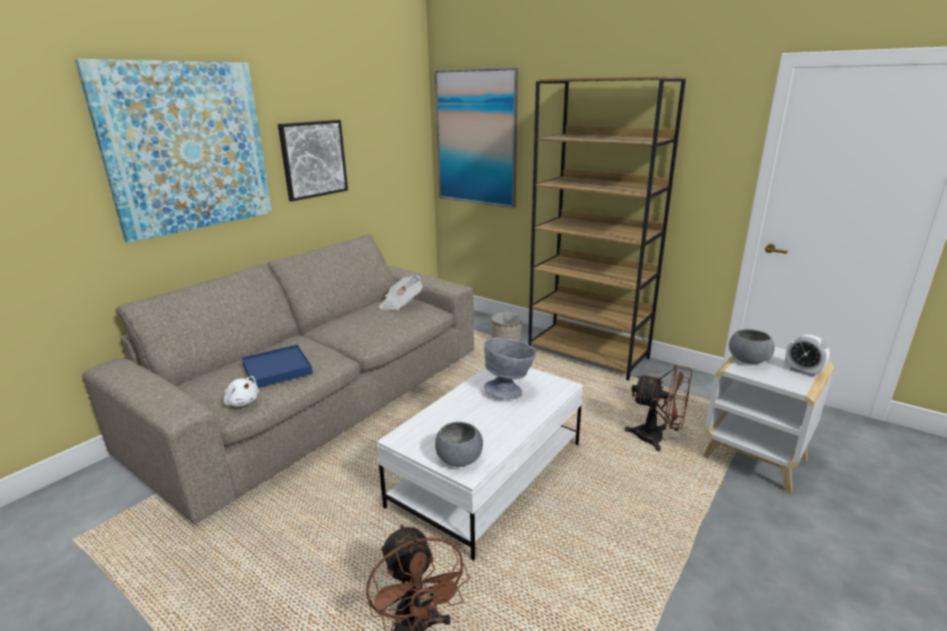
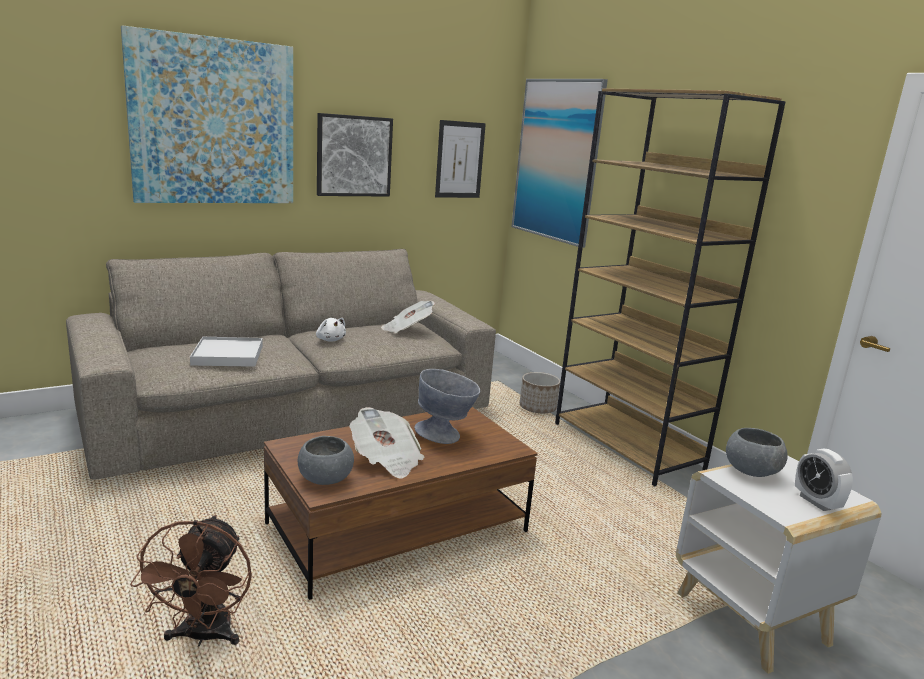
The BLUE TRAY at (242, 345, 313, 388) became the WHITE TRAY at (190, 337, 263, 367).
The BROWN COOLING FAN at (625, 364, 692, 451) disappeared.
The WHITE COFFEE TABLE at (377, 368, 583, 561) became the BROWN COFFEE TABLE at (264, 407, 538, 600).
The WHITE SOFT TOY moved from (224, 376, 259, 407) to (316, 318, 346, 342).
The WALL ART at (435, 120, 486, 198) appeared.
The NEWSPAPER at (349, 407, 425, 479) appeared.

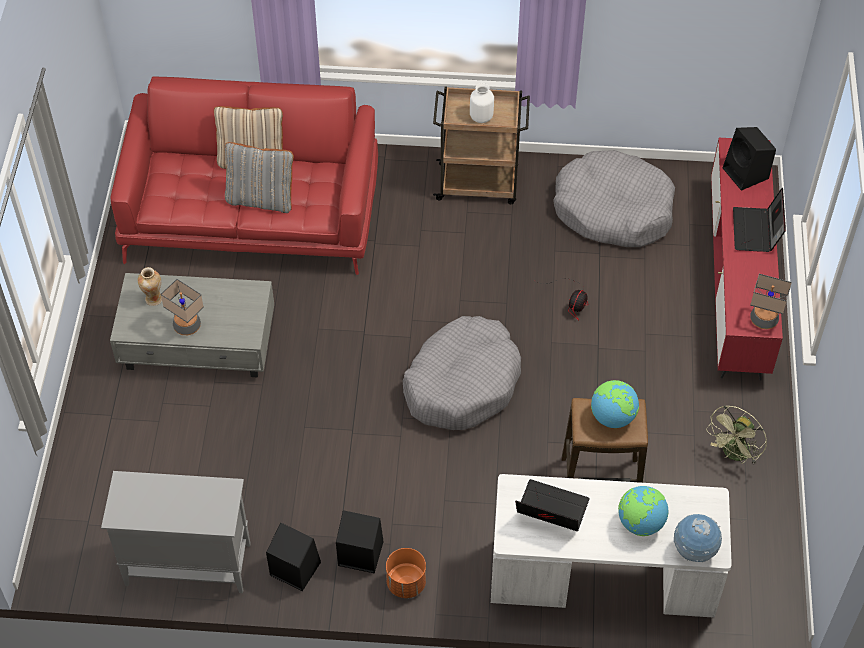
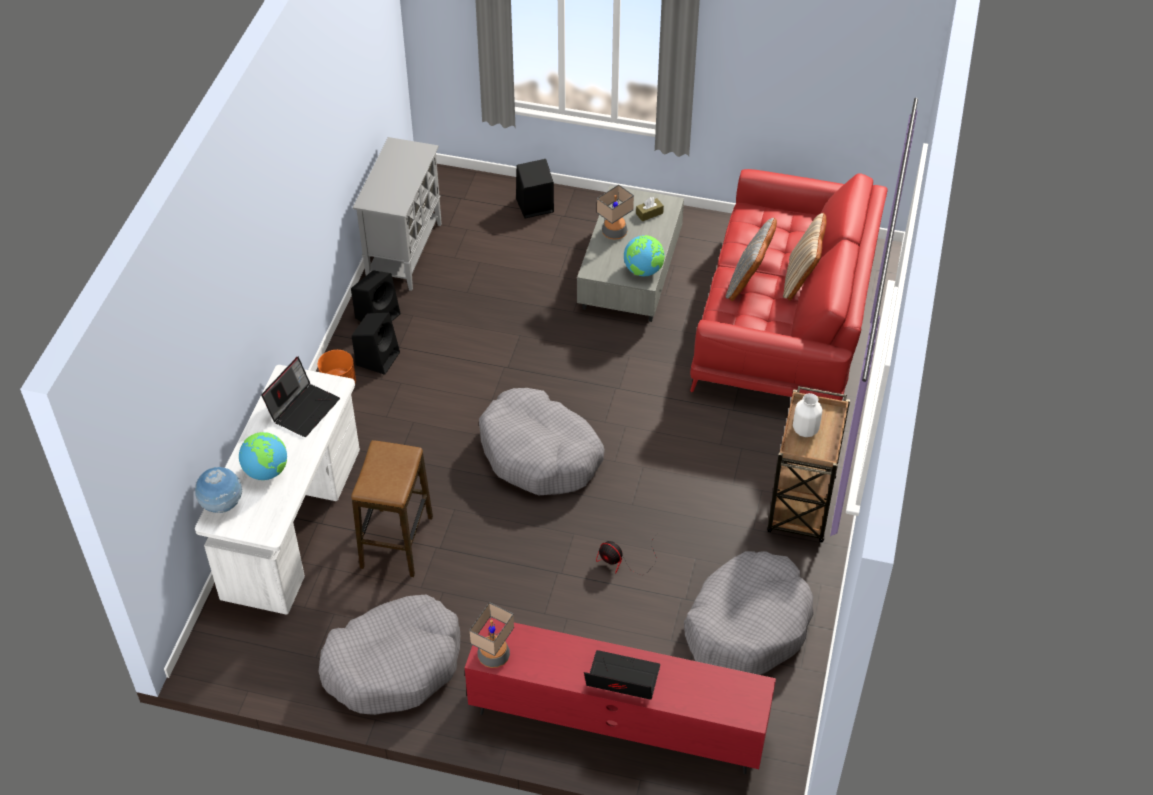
The BLACK LOUDSPEAKER moved from (723, 127, 776, 191) to (516, 159, 554, 218).
The DECORATIVE VASE at (138, 267, 162, 306) was replaced by the BROWN TISSUE HOLDER at (636, 197, 664, 221).
The GLOBE moved from (591, 380, 639, 428) to (624, 235, 665, 276).
The GREENISH COOLING FAN at (706, 405, 767, 464) was replaced by the GREY DOG CUSHION at (318, 595, 460, 715).

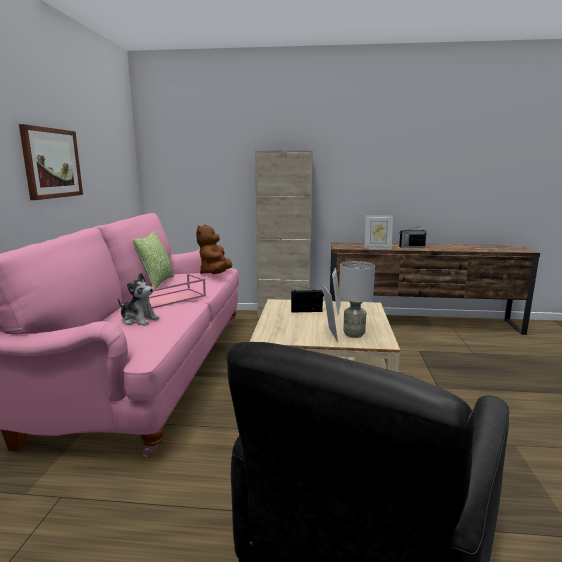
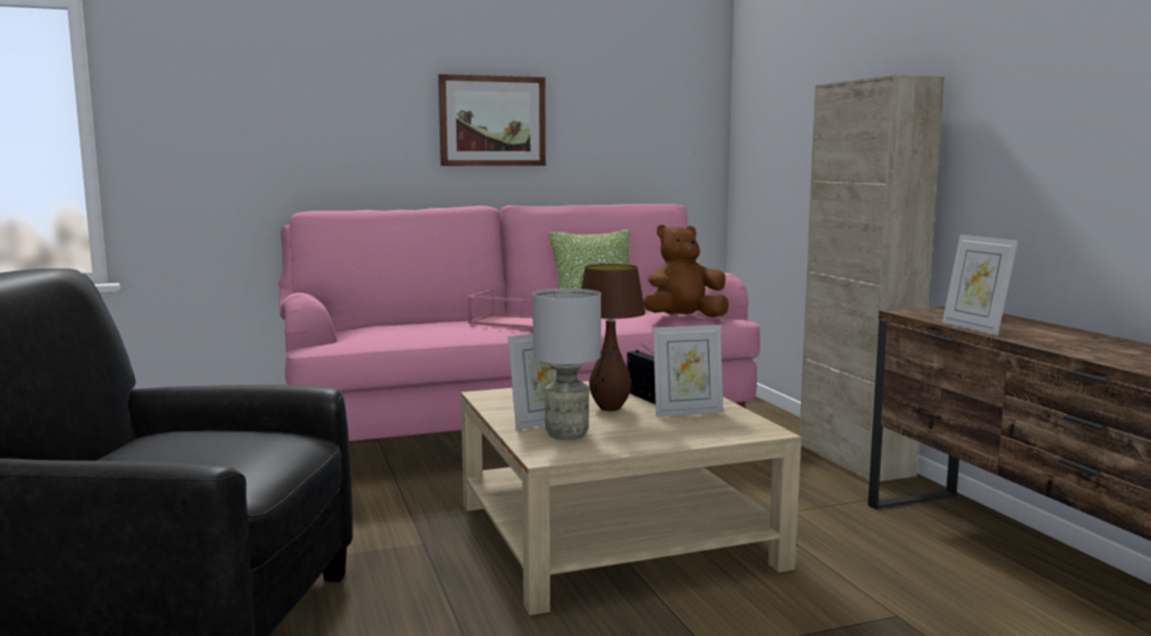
The RADIO at (399, 226, 427, 248) disappeared.
The SOFT TOY at (118, 273, 159, 326) disappeared.
The BROWN TABLE LAMP at (581, 264, 646, 411) appeared.

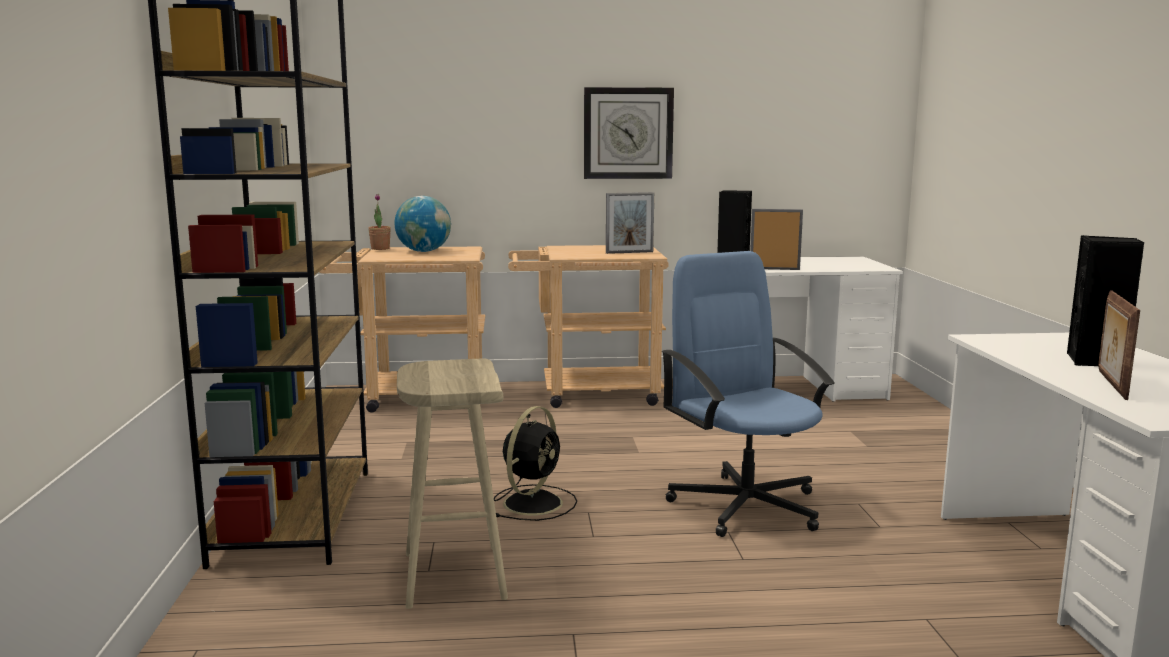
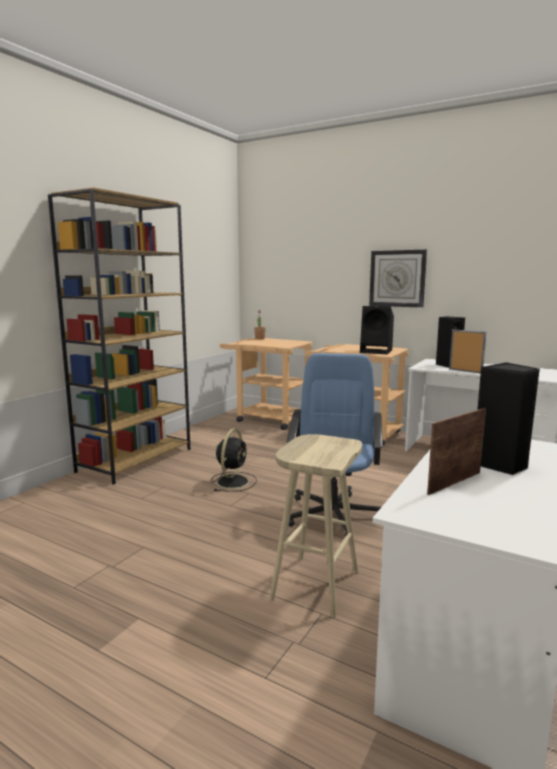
The STANDING FRAME at (606, 192, 654, 254) was replaced by the BLACK LOUDSPEAKER at (360, 306, 394, 354).
The GLOBE at (394, 196, 451, 252) disappeared.
The BEIGE STOOL moved from (397, 359, 508, 609) to (270, 434, 362, 618).
The BLACK COOLING FAN at (494, 406, 577, 521) turned 45 degrees counterclockwise.

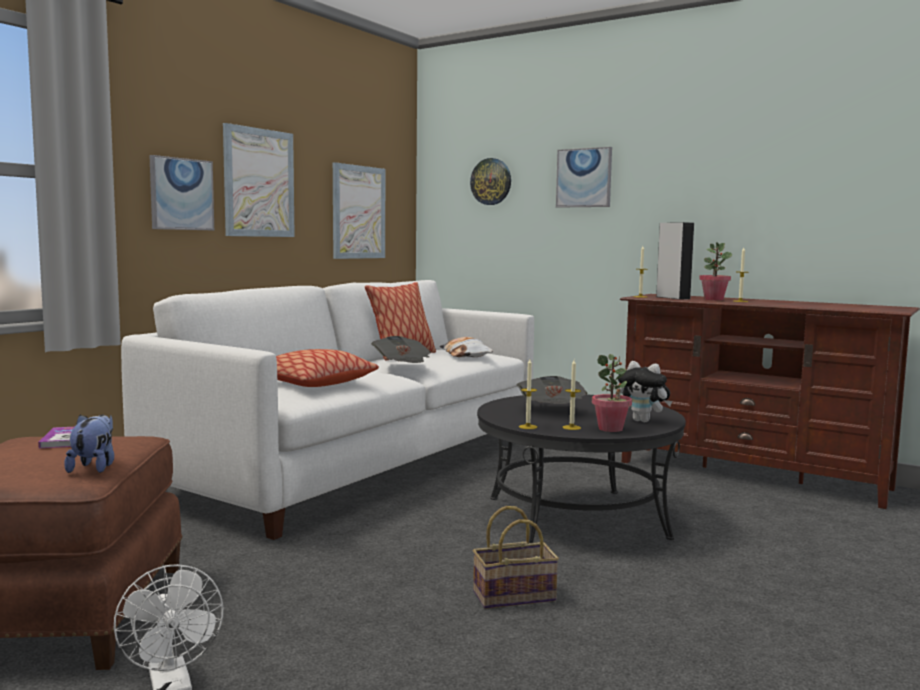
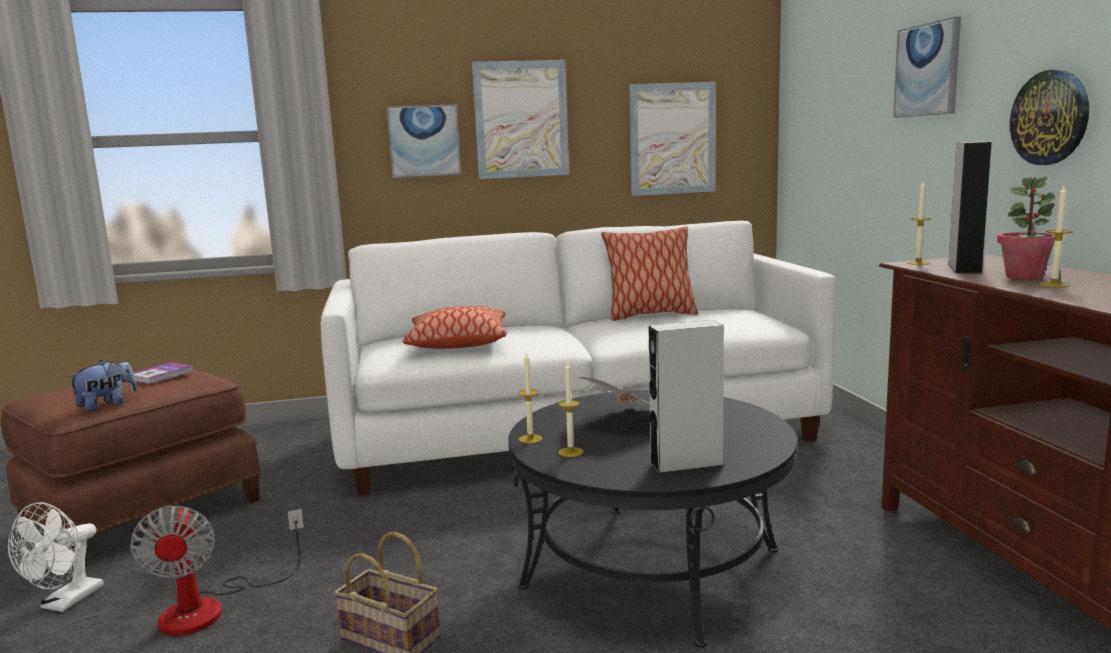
The CLOCK ON THE WALL moved from (470, 158, 511, 205) to (1010, 70, 1089, 165).
The NEWSPAPER at (371, 336, 431, 363) disappeared.
The CUSHION at (439, 337, 493, 357) disappeared.
The POTTED PLANT at (592, 354, 632, 432) disappeared.
The SOFT TOY at (618, 361, 672, 422) was replaced by the GREY LOUDSPEAKER at (649, 320, 725, 474).
The COOLING FAN at (130, 506, 304, 636) appeared.

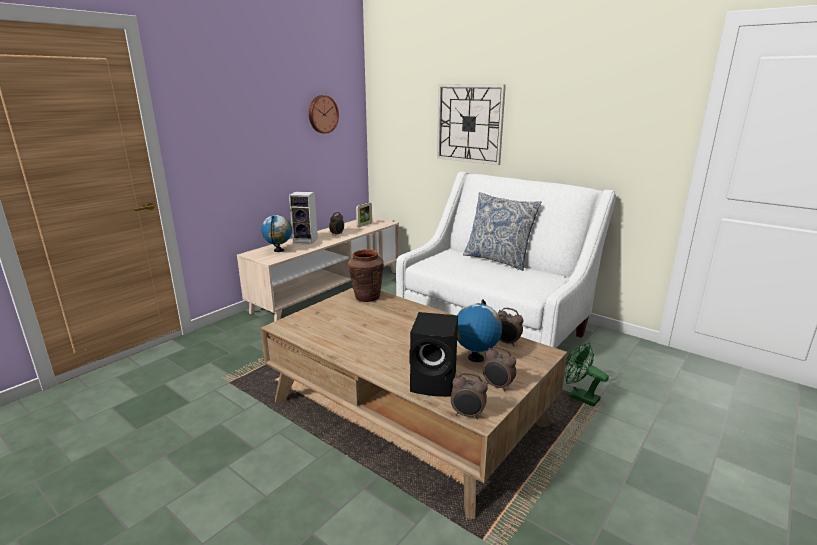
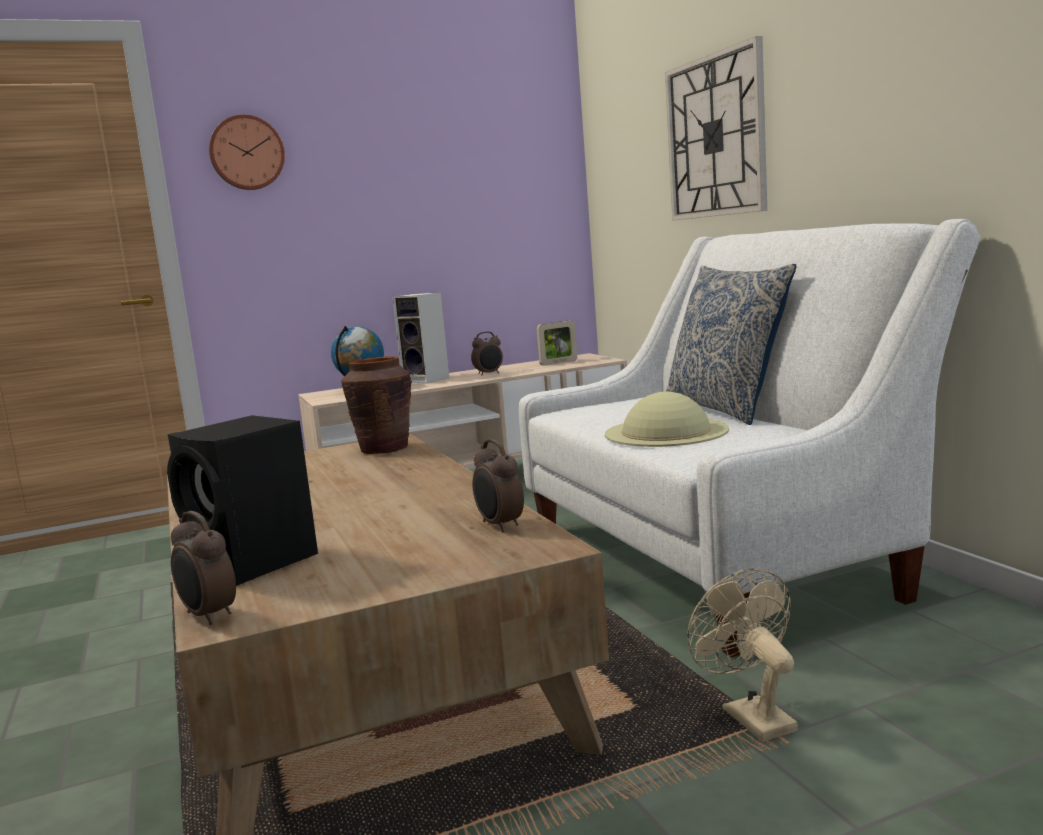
The CLOCK ON THE WALL moved from (309, 95, 339, 134) to (209, 114, 285, 190).
The GLOBE at (457, 299, 502, 362) disappeared.
The GREENISH COOLING FAN at (564, 343, 609, 407) became the BEIGE COOLING FAN at (687, 568, 798, 742).
The TABLE CLOCK at (482, 346, 516, 391) disappeared.
The BEIGE CLOTHING HAT at (605, 391, 729, 447) appeared.

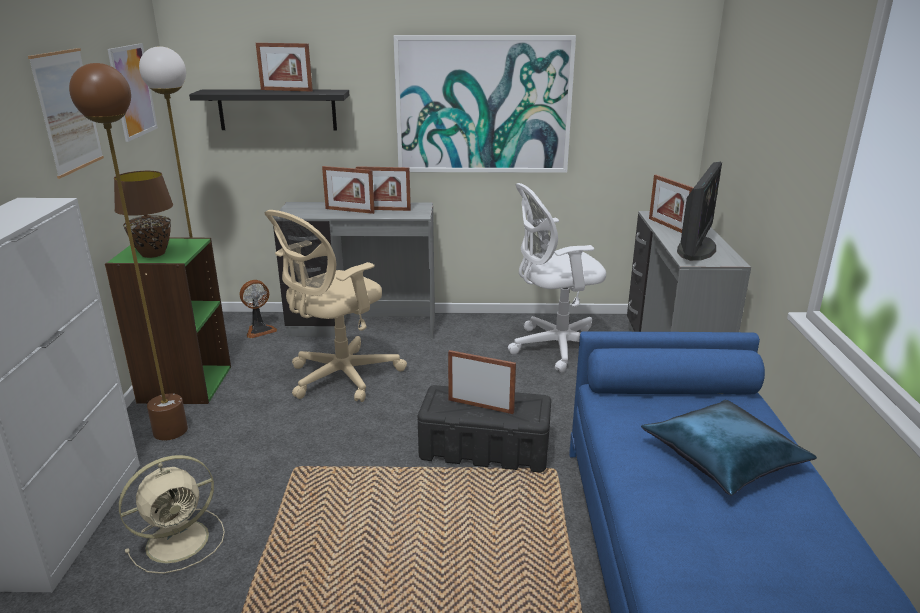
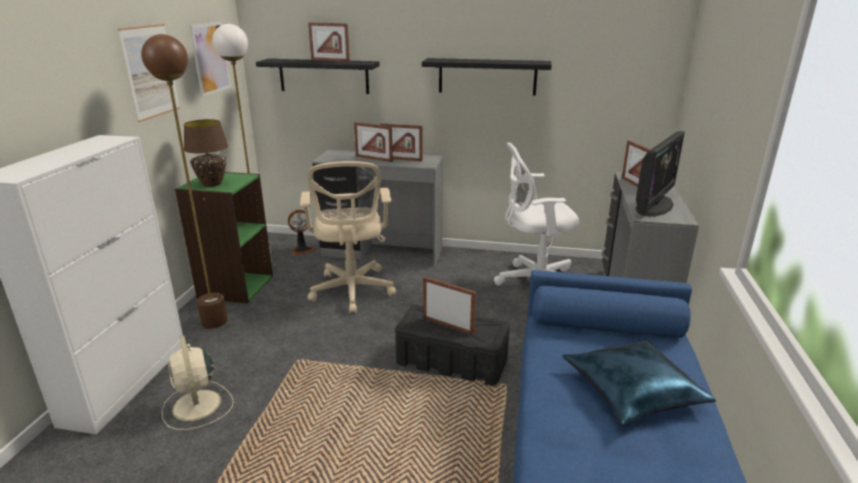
The WALL ART at (393, 35, 576, 173) was replaced by the BLACK WALL SHELF at (422, 58, 552, 96).
The BEIGE DESK CHAIR at (265, 210, 407, 402) turned 60 degrees counterclockwise.
The BEIGE COOLING FAN at (119, 455, 225, 574) turned 90 degrees clockwise.

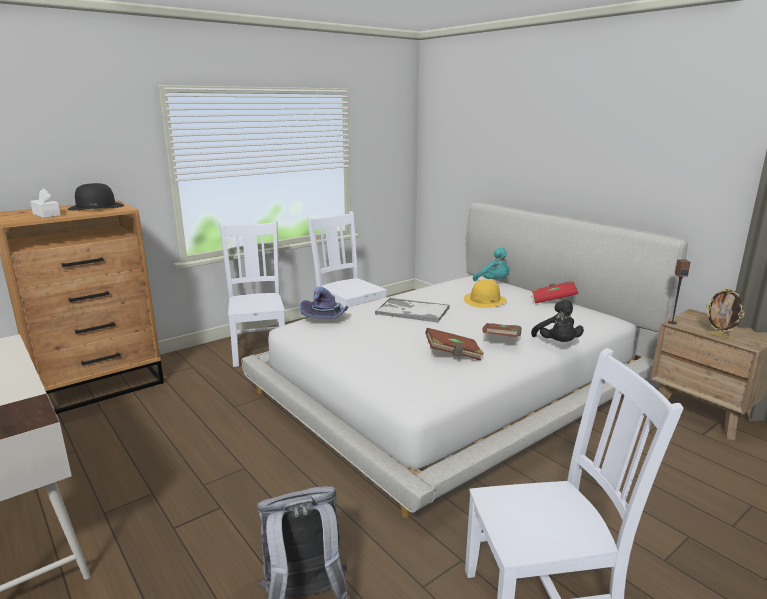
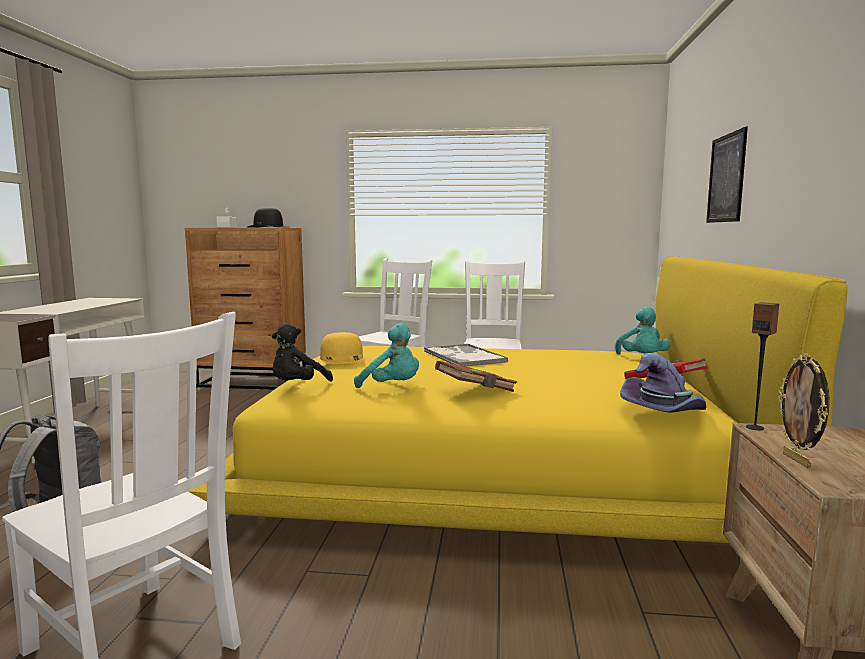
The WHITE SLEEPING BED at (241, 203, 688, 518) became the YELLOWISH SLEEPING BED at (188, 256, 847, 543).
The YELLOWISH CLOTHING HAT moved from (464, 279, 507, 308) to (312, 332, 372, 365).
The PURPLE CLOTHING HAT moved from (300, 286, 348, 319) to (620, 353, 706, 413).
The BLACK SOFT TOY moved from (531, 300, 584, 342) to (272, 323, 333, 382).
The BROWN BOOK at (425, 328, 484, 361) was replaced by the TURQUOISE SOFT TOY at (354, 323, 419, 388).
The WALL ART at (706, 127, 748, 223) appeared.

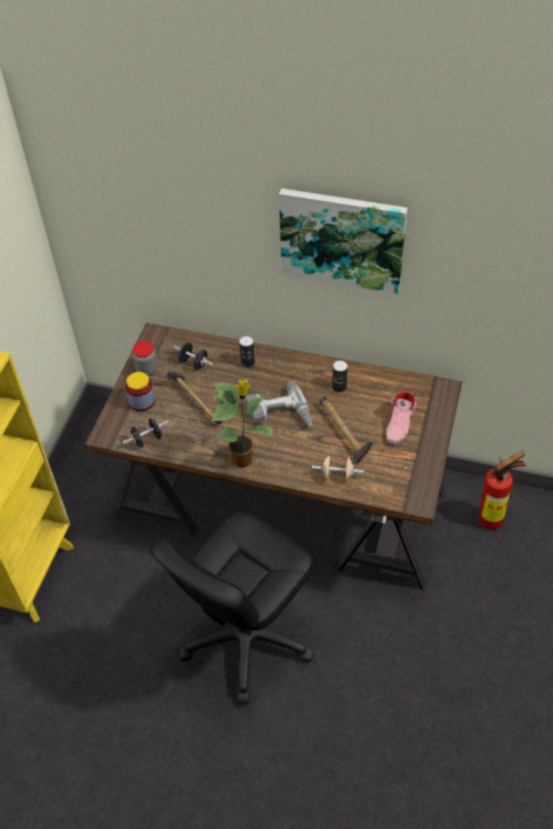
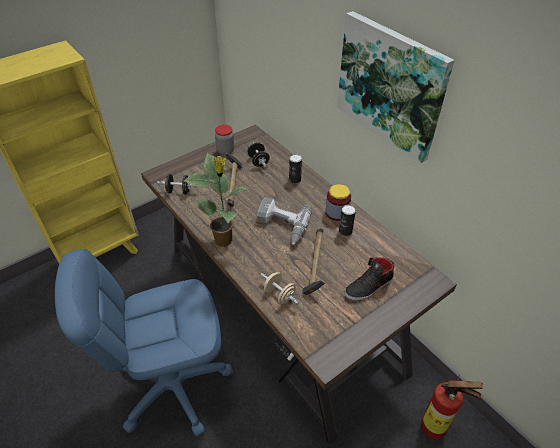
The PRESERVE JAR moved from (125, 372, 155, 411) to (326, 184, 351, 221).
The PINK ITEM OF FOOTWEAR at (386, 391, 417, 444) became the BLACK ITEM OF FOOTWEAR at (344, 257, 394, 300).
The BLACK DESK CHAIR at (150, 512, 314, 704) became the BLUE DESK CHAIR at (55, 249, 233, 436).

